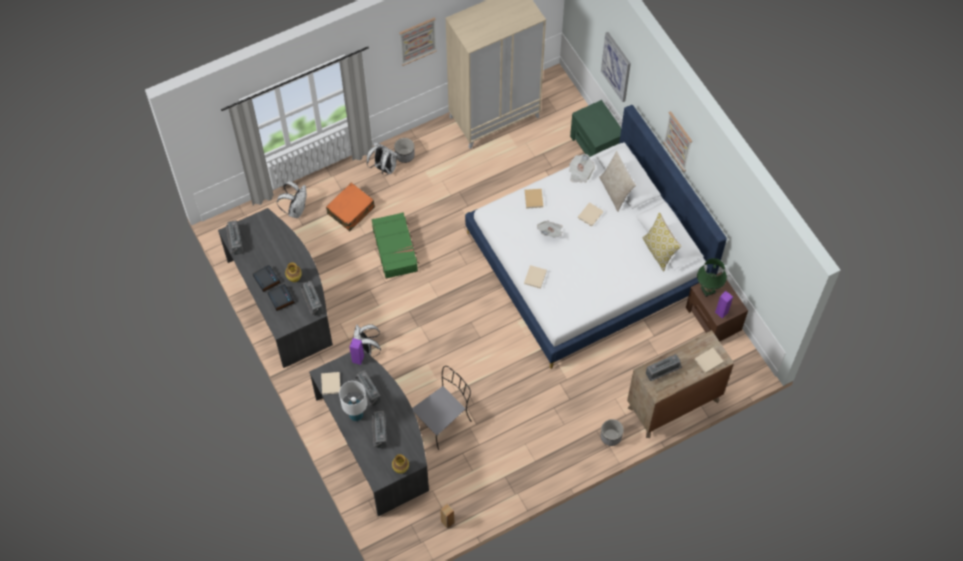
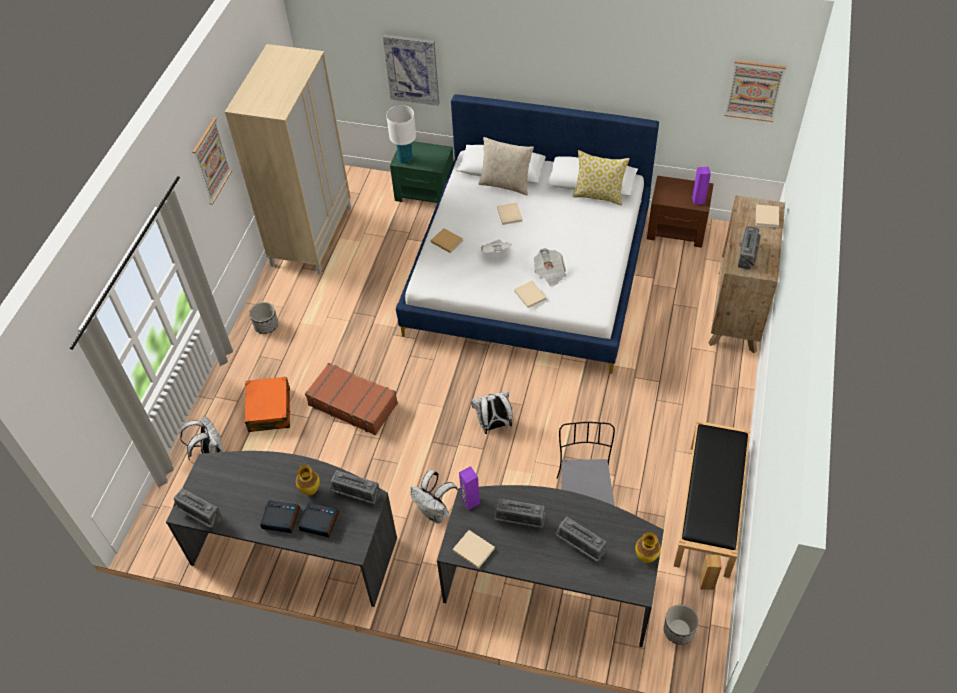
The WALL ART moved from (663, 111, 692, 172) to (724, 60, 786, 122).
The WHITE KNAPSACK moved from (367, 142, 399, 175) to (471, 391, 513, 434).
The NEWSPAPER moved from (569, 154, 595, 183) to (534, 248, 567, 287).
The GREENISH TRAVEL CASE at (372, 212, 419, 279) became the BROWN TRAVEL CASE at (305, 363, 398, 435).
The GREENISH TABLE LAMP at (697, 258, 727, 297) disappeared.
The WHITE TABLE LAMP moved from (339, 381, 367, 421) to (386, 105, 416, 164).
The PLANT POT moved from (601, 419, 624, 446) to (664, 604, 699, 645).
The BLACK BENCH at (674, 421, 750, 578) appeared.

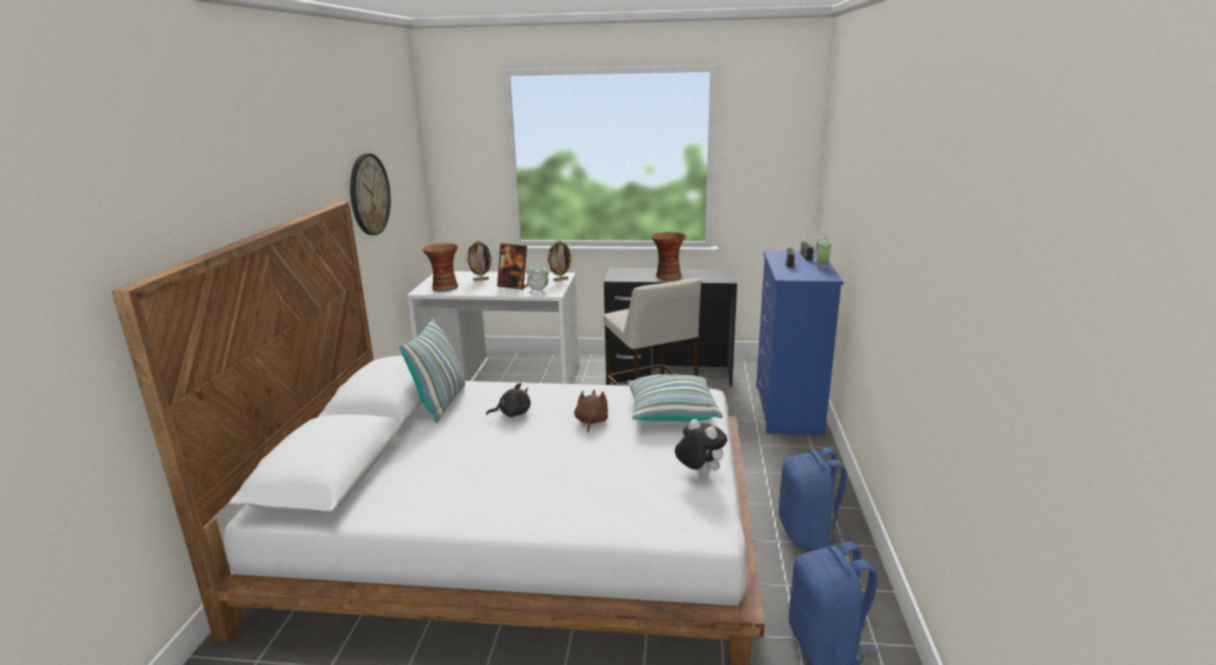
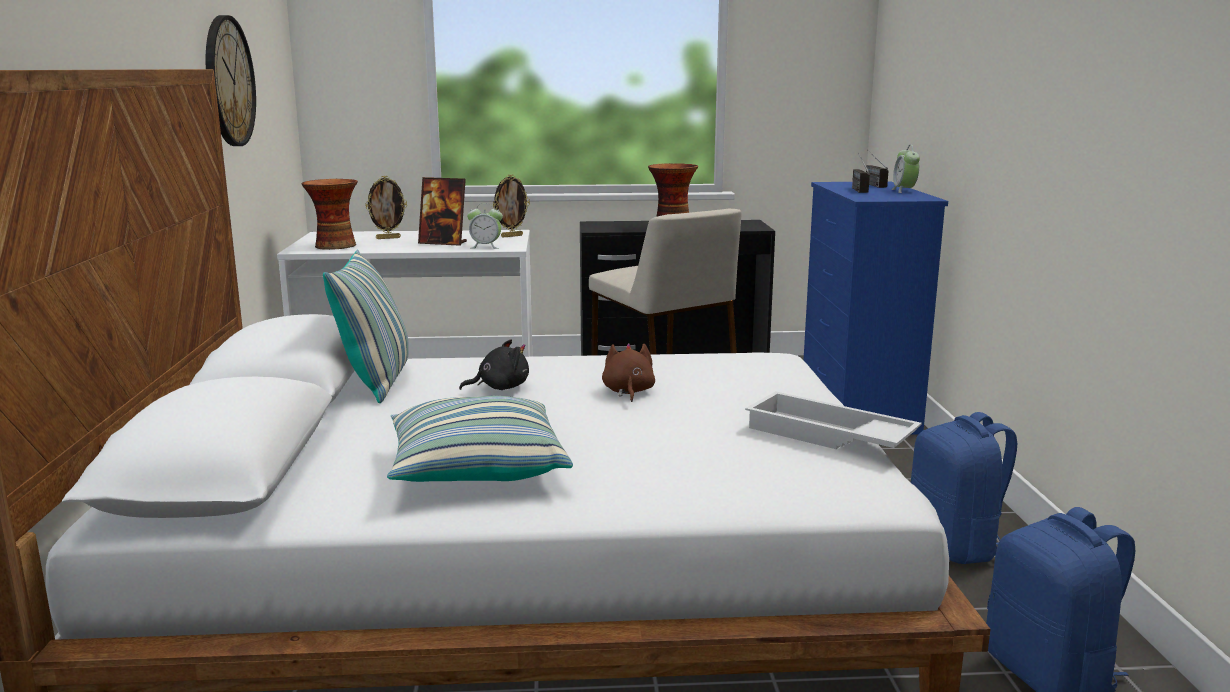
The CUSHION moved from (627, 374, 723, 422) to (387, 396, 573, 482).
The SOFT TOY at (675, 419, 727, 475) was replaced by the WHITE TRAY at (745, 391, 922, 449).

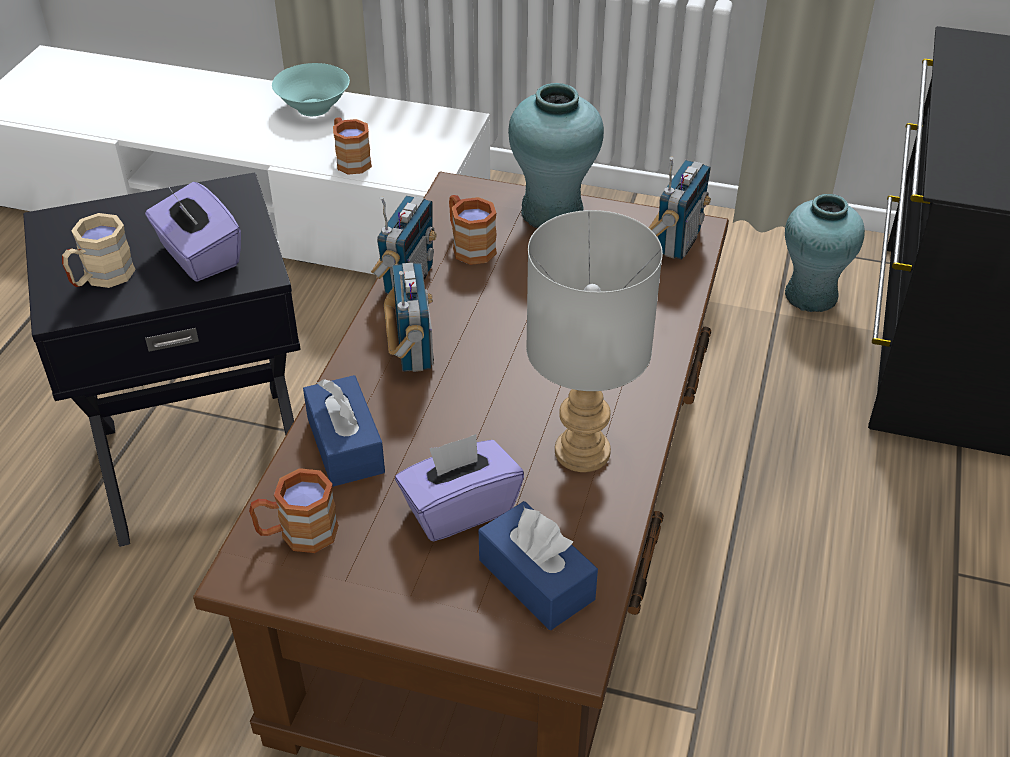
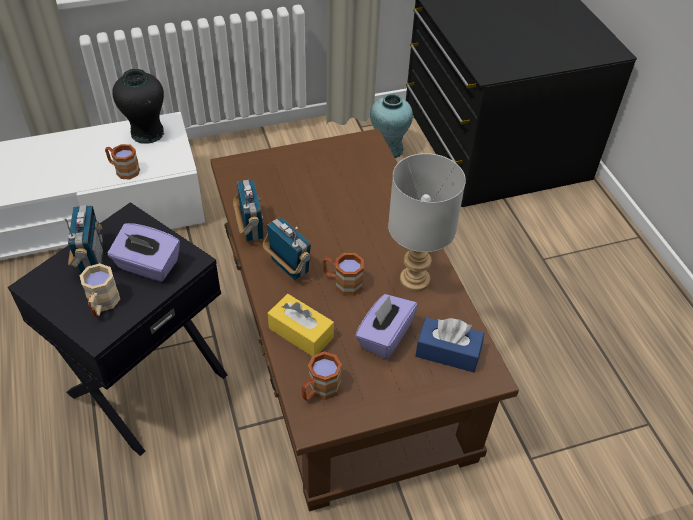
The TURQUOISE SERVING BOWL at (272, 63, 350, 116) disappeared.
The TURQUOISE DECORATIVE VASE at (508, 83, 604, 228) disappeared.
The RADIO moved from (649, 157, 711, 260) to (63, 205, 103, 273).
The BROWN TEA MUG moved from (449, 195, 497, 265) to (323, 253, 364, 296).
The BLUE TISSUE HOLDER at (303, 375, 385, 487) became the YELLOWISH TISSUE HOLDER at (268, 294, 334, 356).
The BLACK DECORATIVE VASE at (112, 69, 164, 144) appeared.

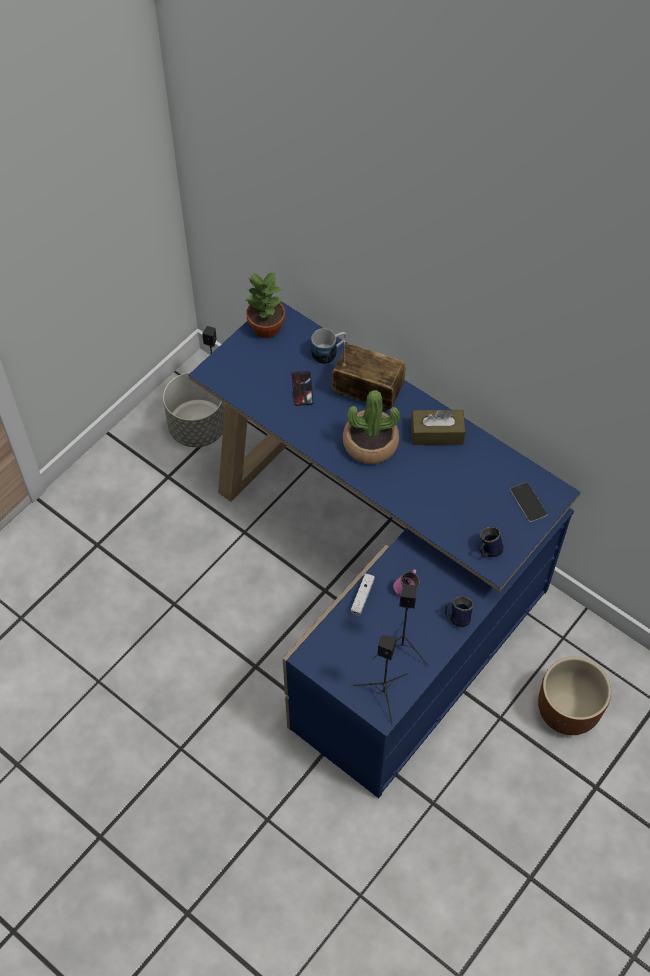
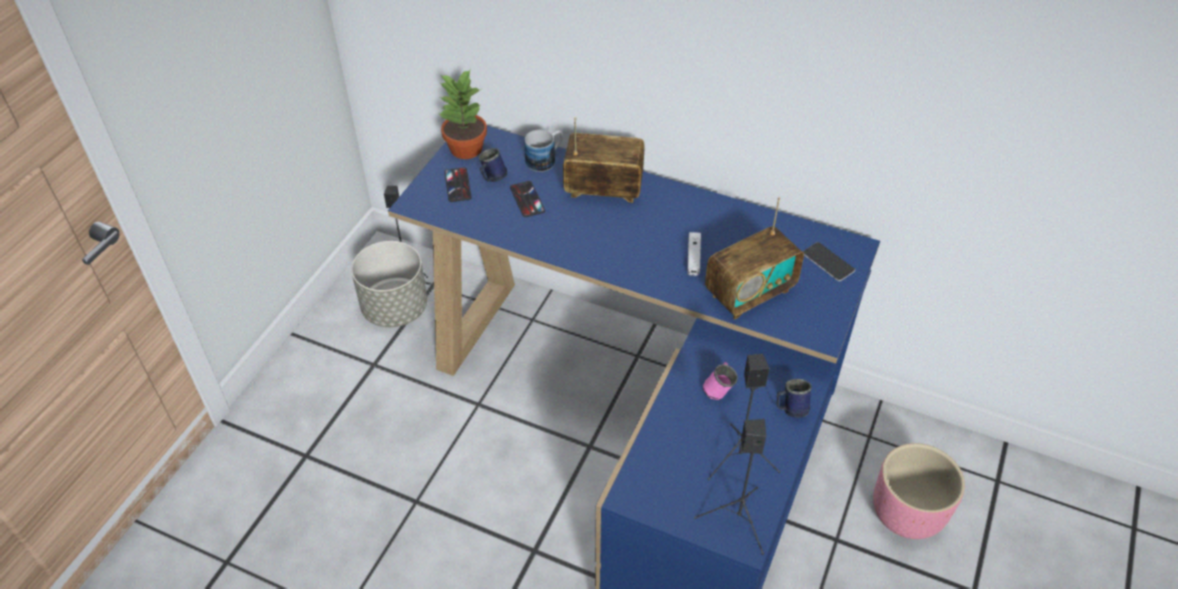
The POTTED PLANT at (343, 390, 400, 464) disappeared.
The BROWN TISSUE HOLDER at (411, 410, 466, 445) disappeared.
The BLUE TEA MUG moved from (479, 527, 504, 557) to (478, 148, 507, 182).
The WHITE JOYPAD moved from (351, 573, 375, 616) to (688, 232, 701, 276).
The BROWN PLANT POT at (538, 657, 611, 735) became the PINK PLANT POT at (873, 443, 965, 539).
The HANDSET at (444, 167, 472, 202) appeared.
The RADIO at (705, 197, 804, 319) appeared.

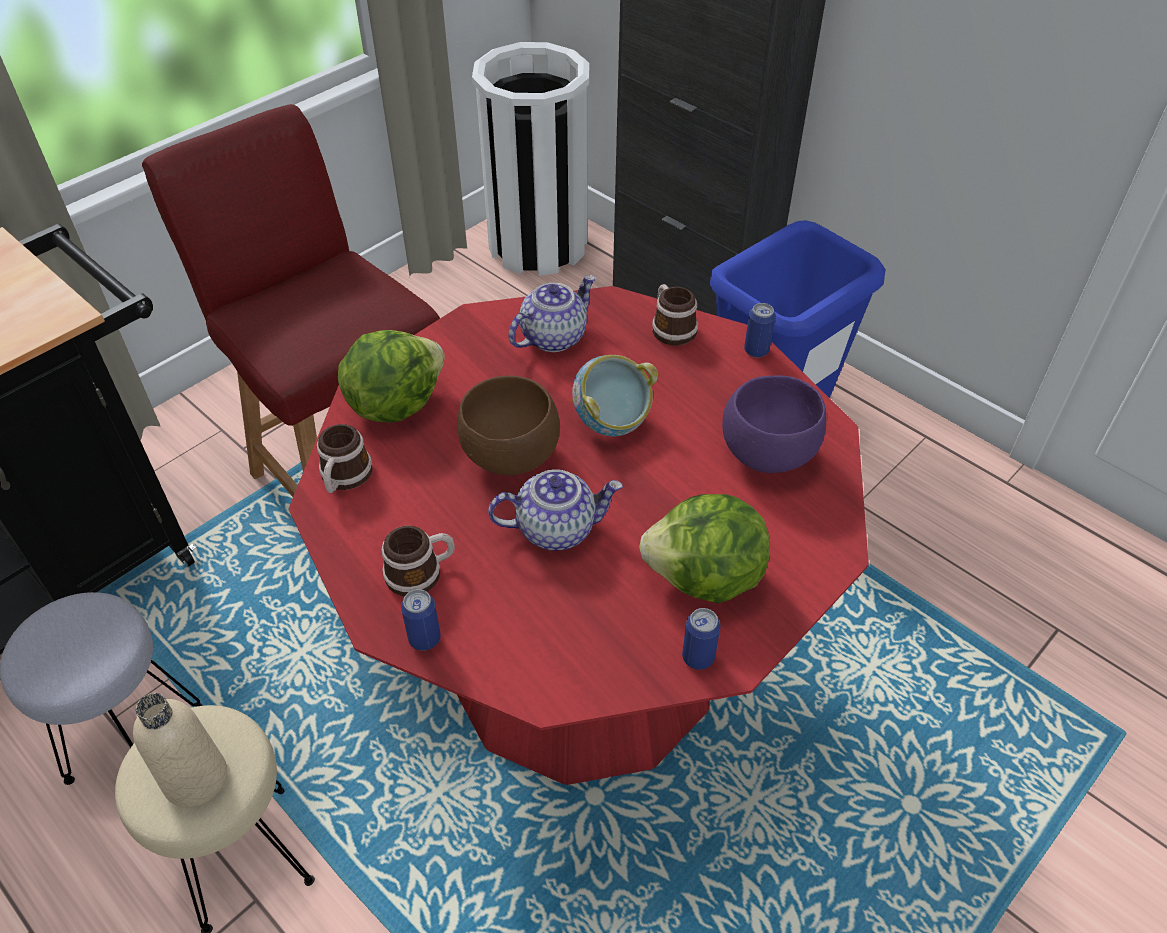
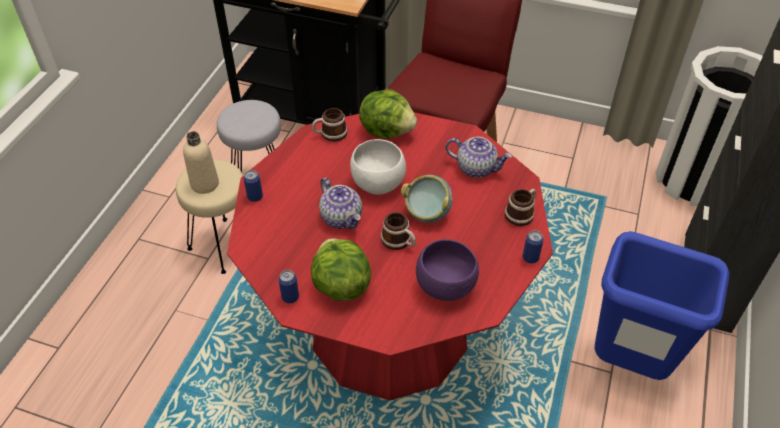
The BROWN SERVING BOWL at (458, 376, 560, 475) became the WHITE SERVING BOWL at (350, 139, 406, 195).
The TEA MUG moved from (382, 526, 455, 597) to (381, 212, 416, 250).

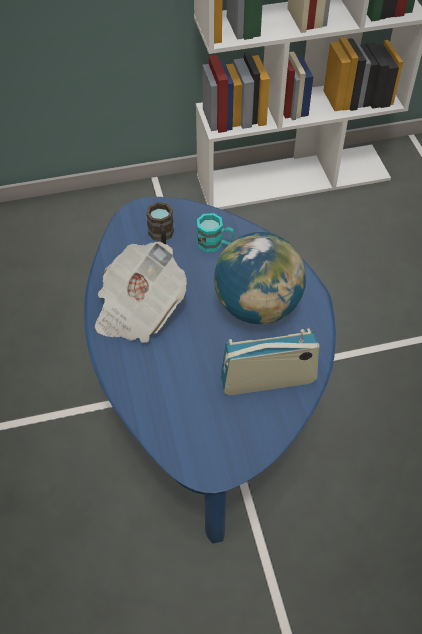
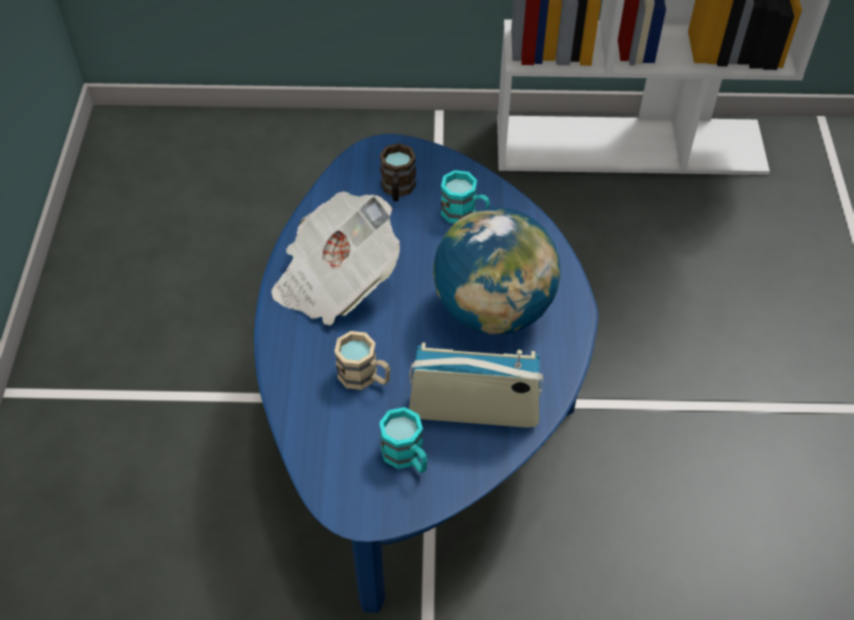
The BEIGE TEA MUG at (334, 331, 390, 390) appeared.
The TURQUOISE TEA MUG at (379, 407, 427, 473) appeared.

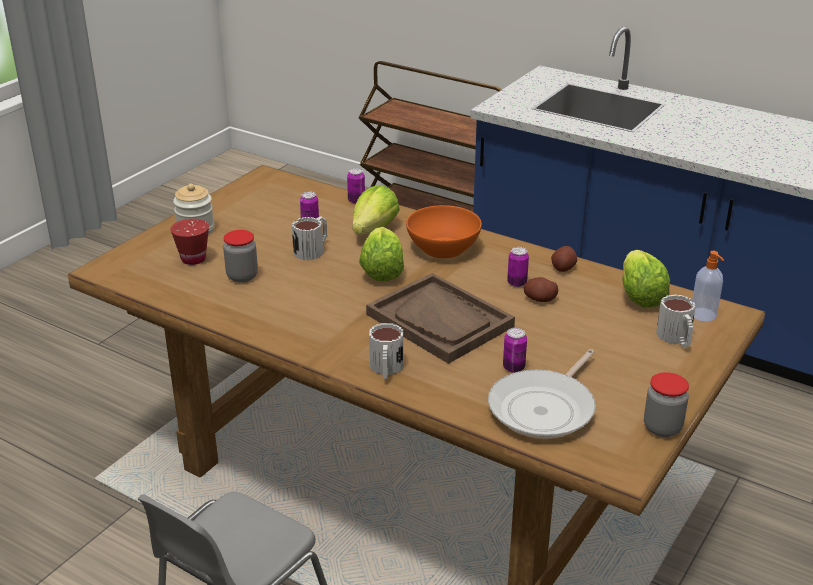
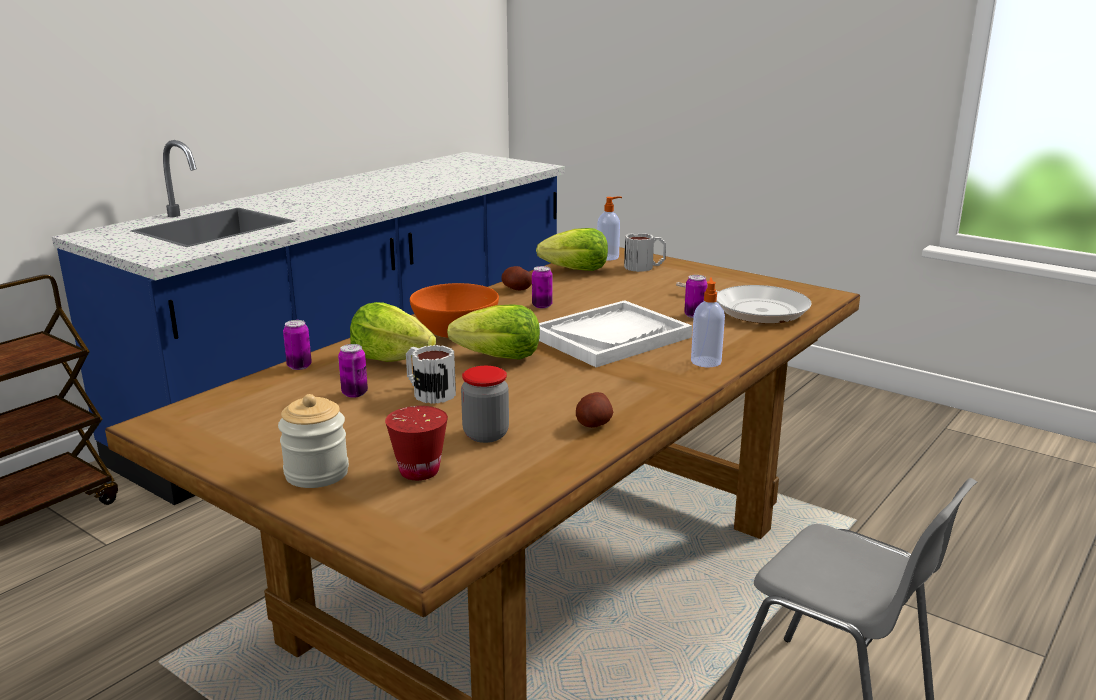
The BROWN TRAY at (366, 273, 515, 364) became the WHITE TRAY at (539, 300, 692, 367).
The SPUD moved from (524, 277, 558, 302) to (576, 392, 613, 428).
The TEA MUG at (369, 323, 403, 379) was replaced by the SOAP BOTTLE at (691, 277, 725, 367).
The PRESERVE JAR at (644, 372, 689, 437) disappeared.

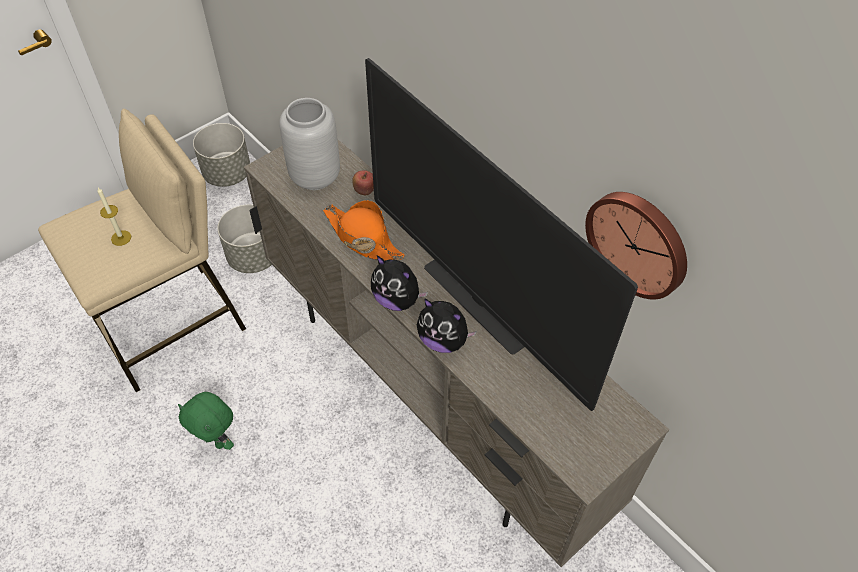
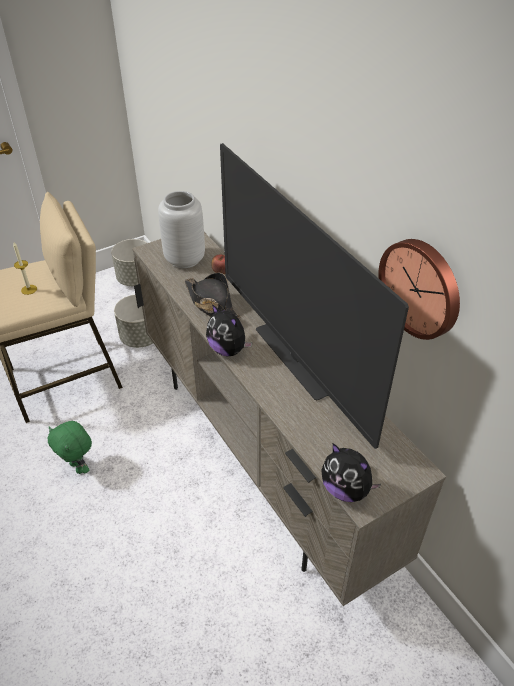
The ORANGE-COLOURED CLOTHING HAT at (323, 200, 405, 261) became the BLACK CLOTHING HAT at (185, 273, 241, 319).
The SOFT TOY moved from (417, 298, 477, 353) to (321, 443, 381, 502).

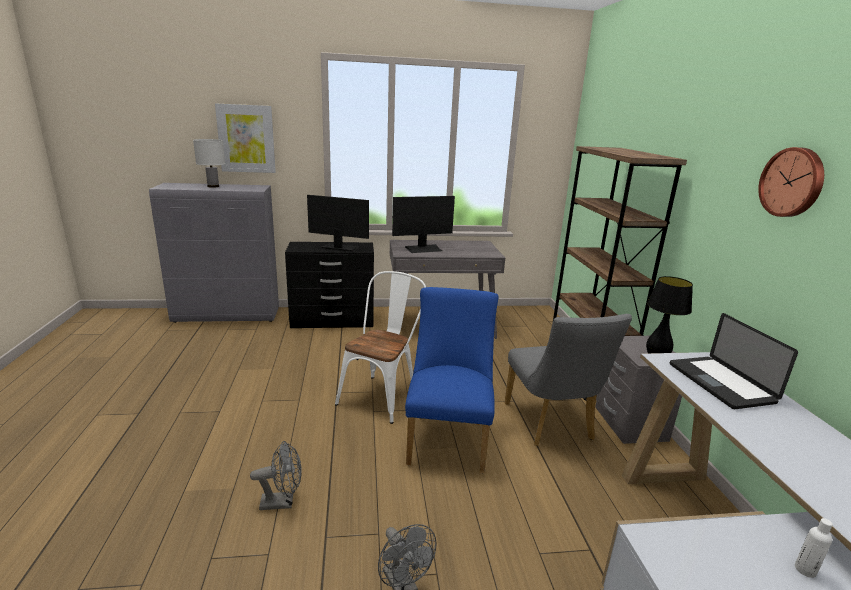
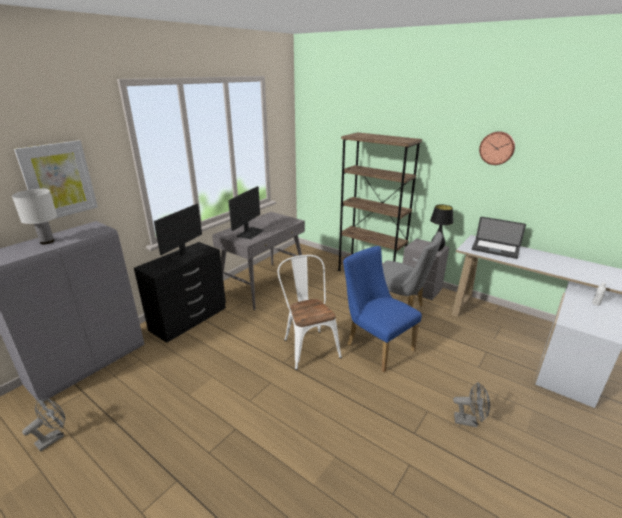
The MONITOR at (307, 195, 369, 252) turned 150 degrees clockwise.
The GREY COOLING FAN moved from (250, 441, 302, 510) to (22, 399, 66, 452).

